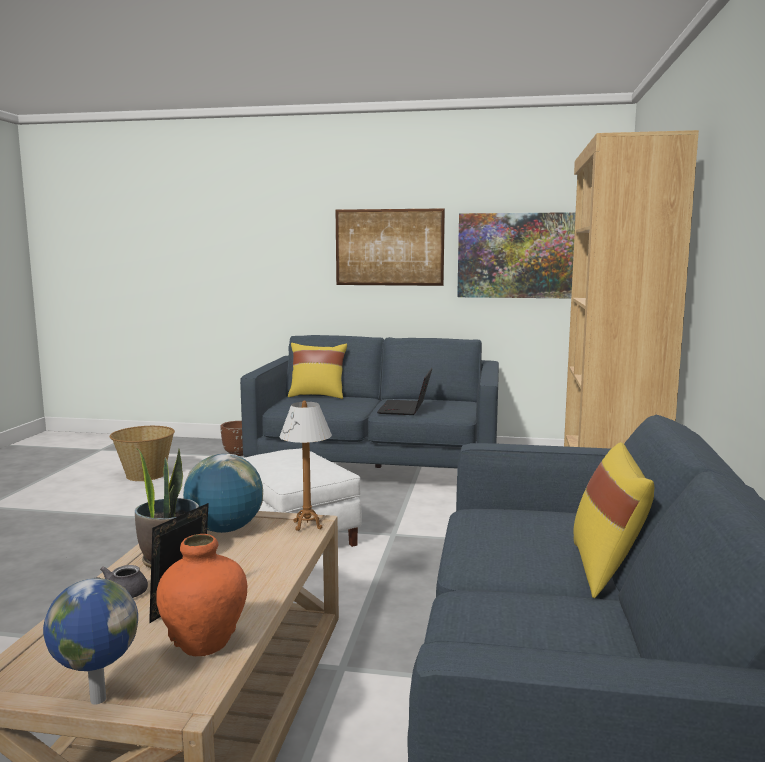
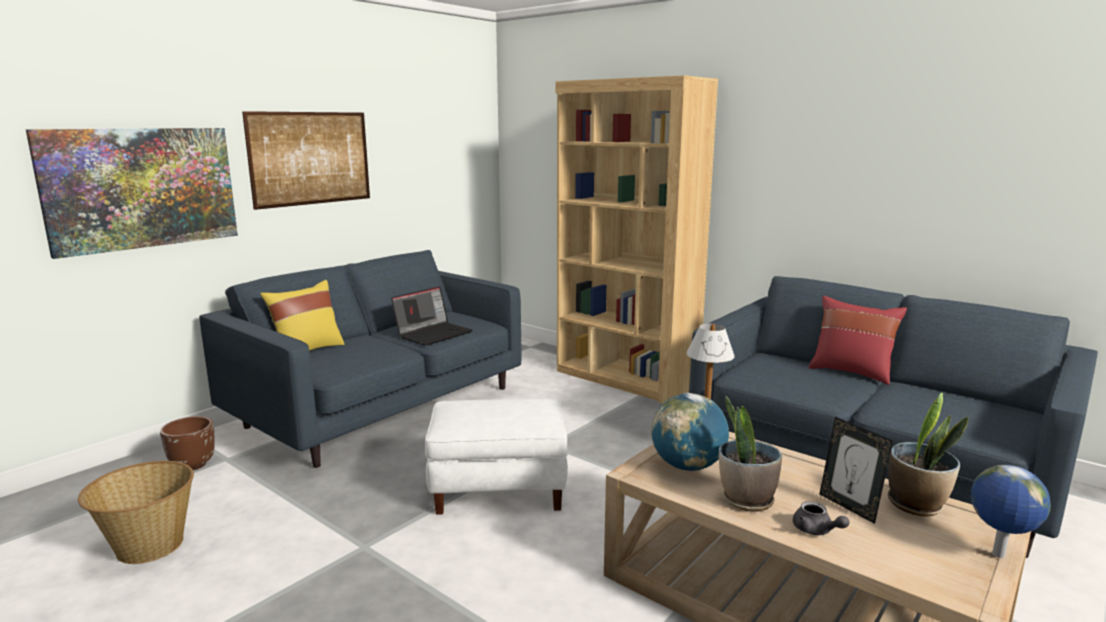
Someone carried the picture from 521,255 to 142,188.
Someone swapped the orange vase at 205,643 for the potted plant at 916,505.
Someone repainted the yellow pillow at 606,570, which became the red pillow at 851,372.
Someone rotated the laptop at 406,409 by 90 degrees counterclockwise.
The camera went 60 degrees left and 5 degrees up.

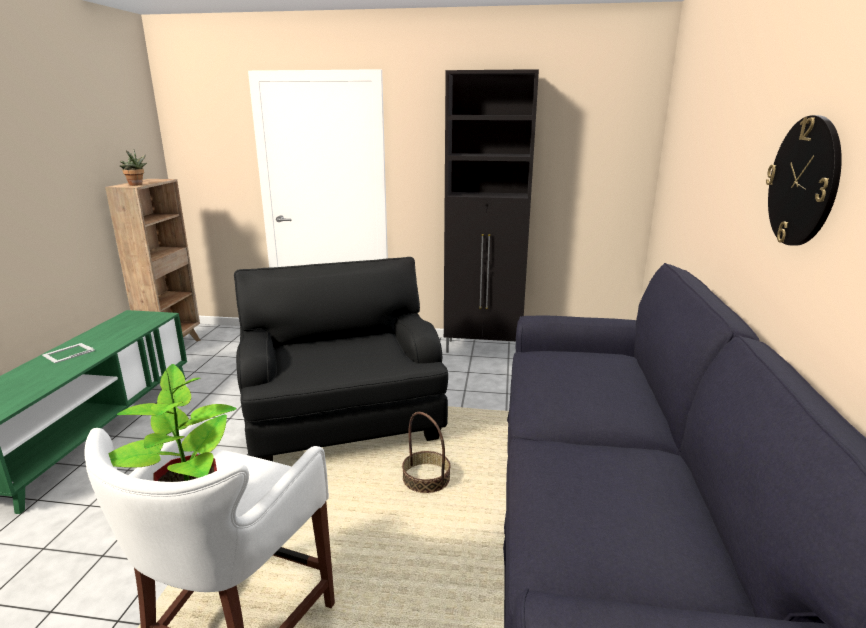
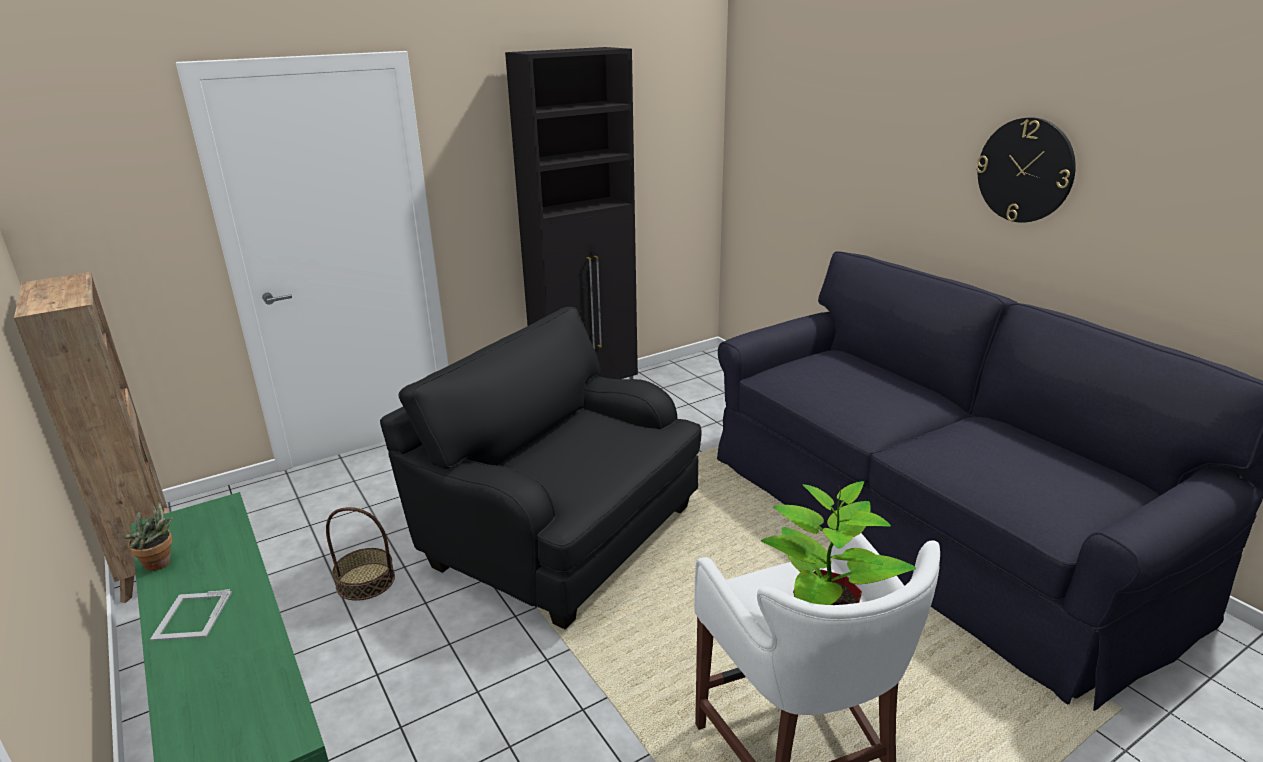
Someone carried the potted plant from 136,185 to 161,563.
Someone carried the basket from 426,479 to 365,581.
The camera went 40 degrees left and 5 degrees up.

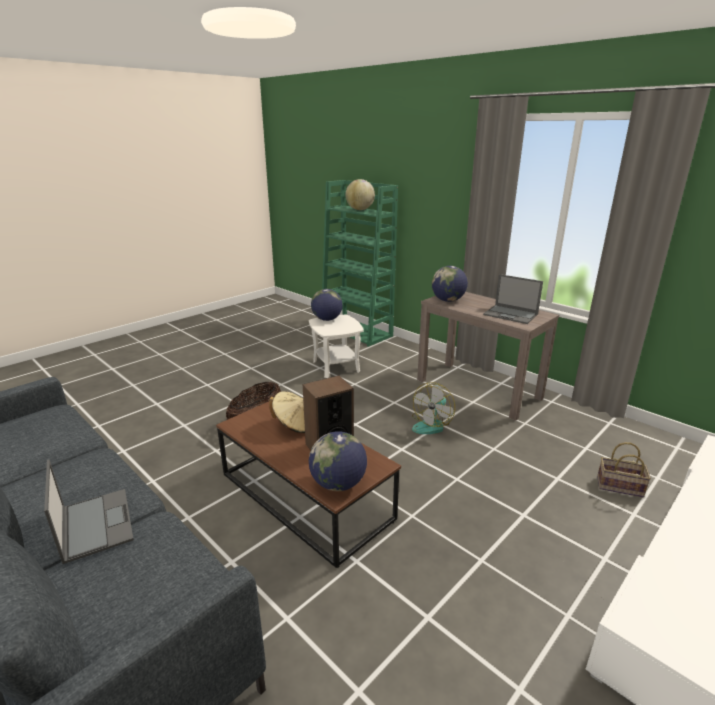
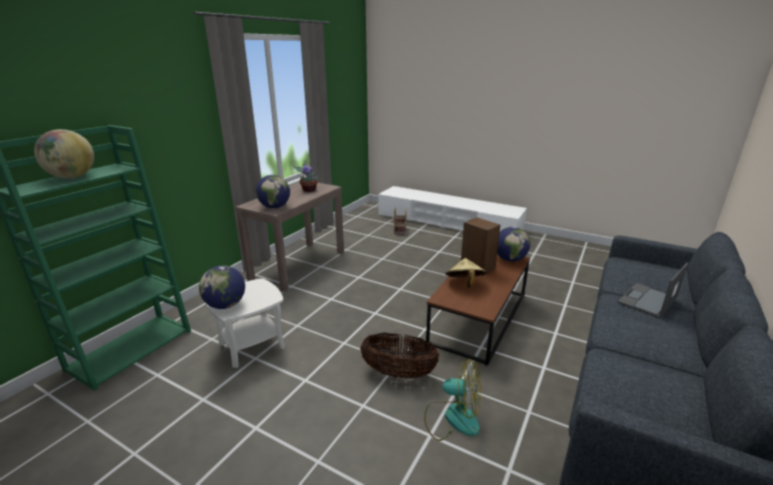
Someone carried the fan from 431,424 to 452,418.
Someone swapped the laptop at 511,314 for the potted plant at 308,190.
The camera went 105 degrees left and 0 degrees up.

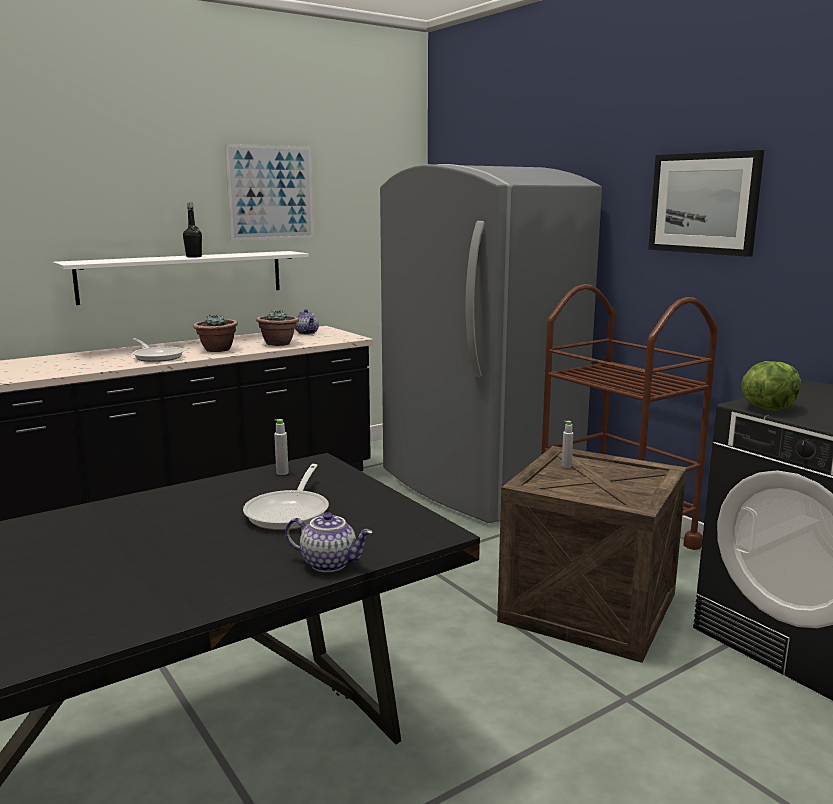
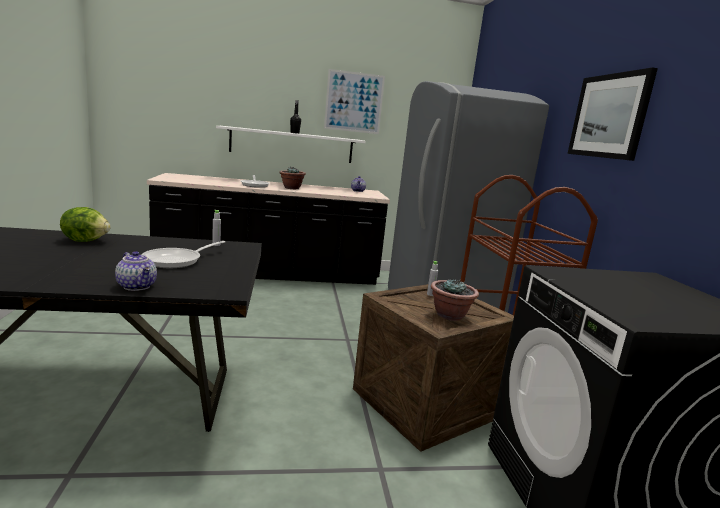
Someone carried the potted plant from 278,344 to 450,315.
Someone carried the lettuce from 768,408 to 86,240.
The camera went 25 degrees right and 0 degrees up.

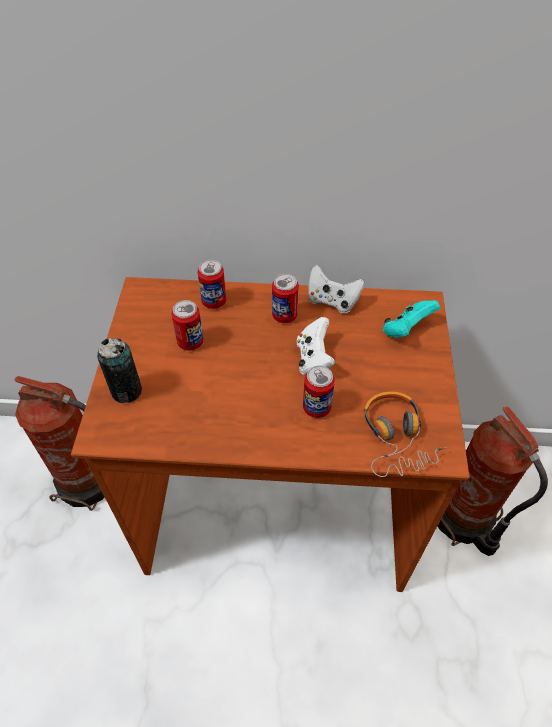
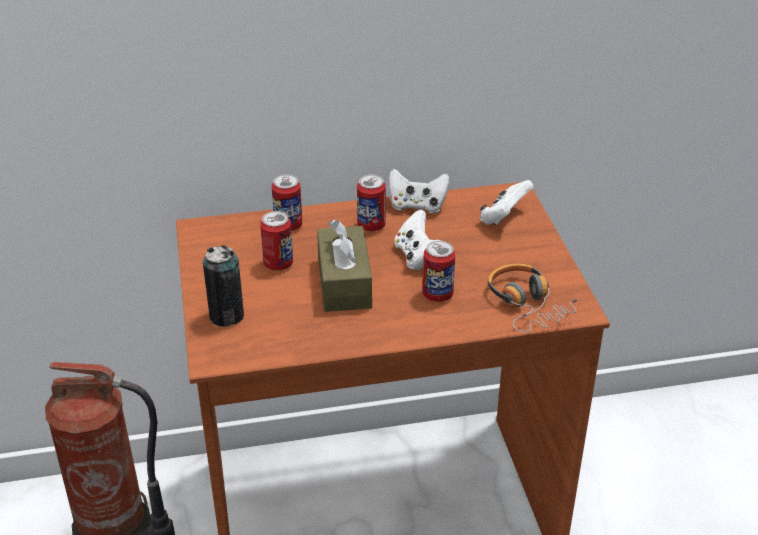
Someone took away the fire extinguisher at 463,520.
Someone put down the brown tissue box at 344,283.
Someone repainted the turquoise game controller at 406,330, which became the white game controller at 503,218.
The camera went 15 degrees left and 15 degrees down.

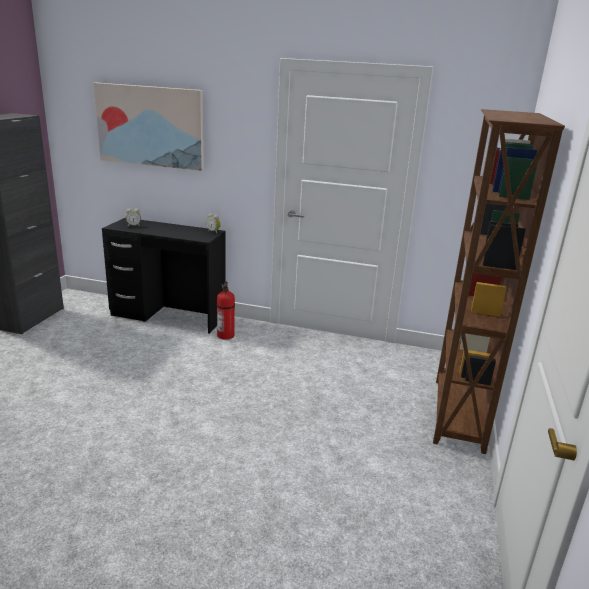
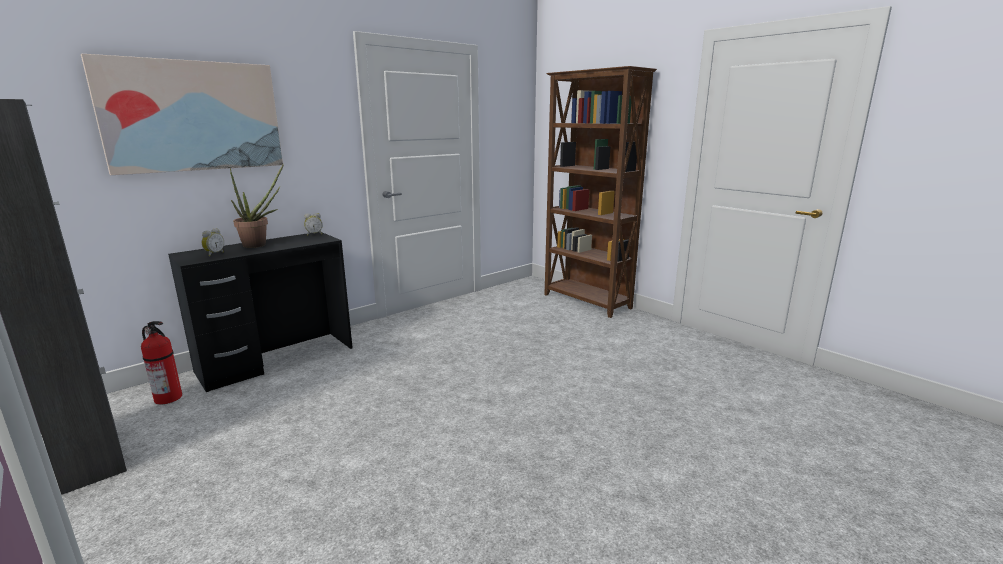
Someone put down the potted plant at 260,244.
Someone carried the fire extinguisher from 226,335 to 169,398.
The camera went 55 degrees left and 5 degrees down.

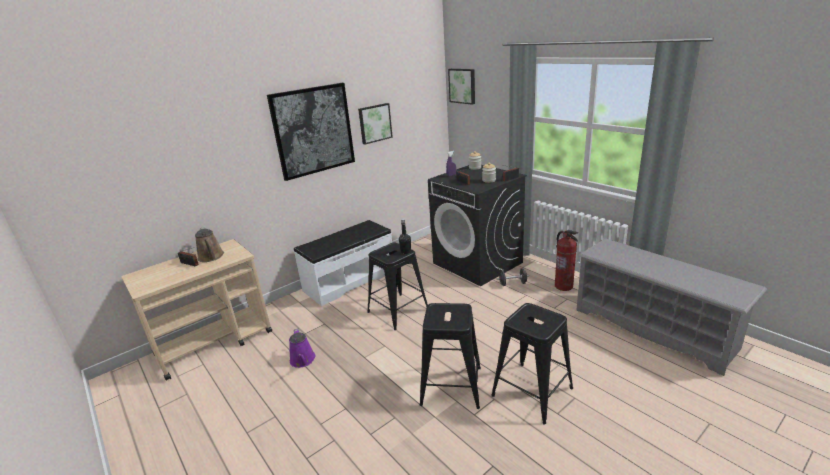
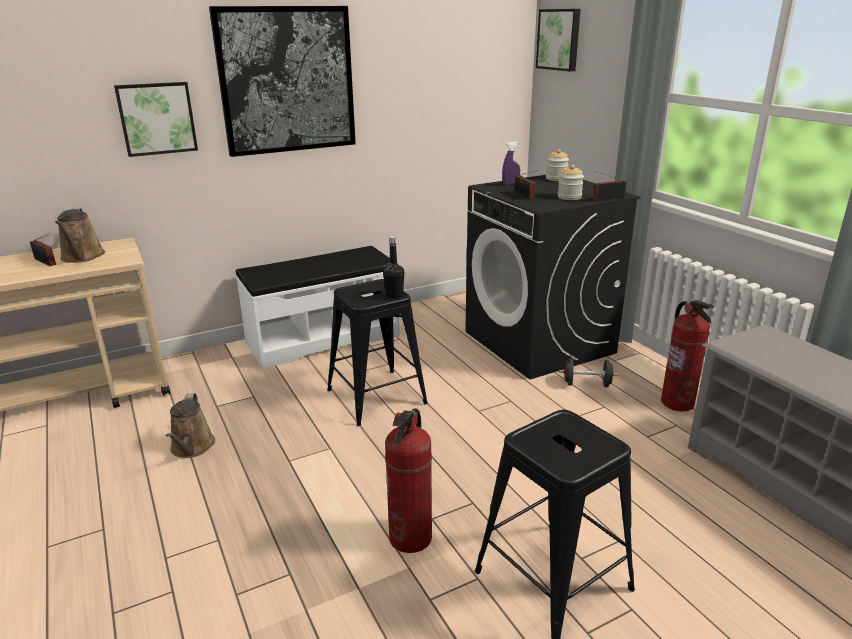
Someone carried the picture from 374,123 to 157,118.
Someone swapped the black stool at 451,385 for the fire extinguisher at 410,538.
Someone repainted the purple watering can at 303,360, which became the brown watering can at 192,448.
The camera went 10 degrees right and 0 degrees up.

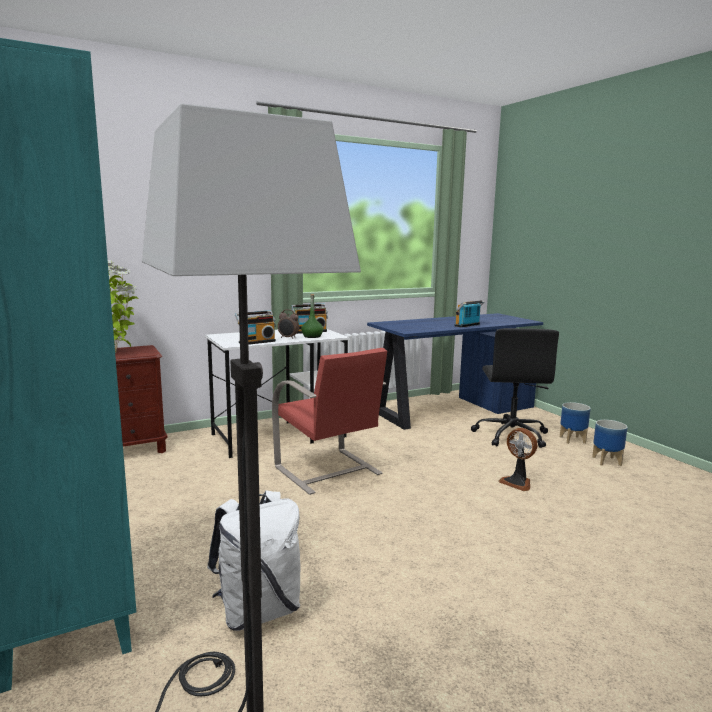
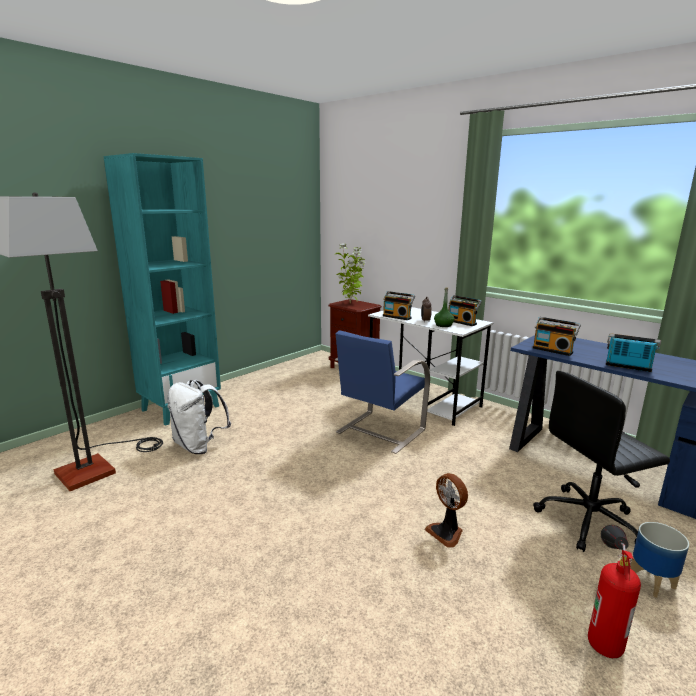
Someone put down the radio at 553,350.
Someone swapped the planter at 607,461 for the fire extinguisher at 604,620.
Someone repainted the red chair at 328,471, which became the blue chair at 379,431.
Someone rotated the fan at 517,482 by 60 degrees counterclockwise.
The camera went 70 degrees right and 5 degrees up.

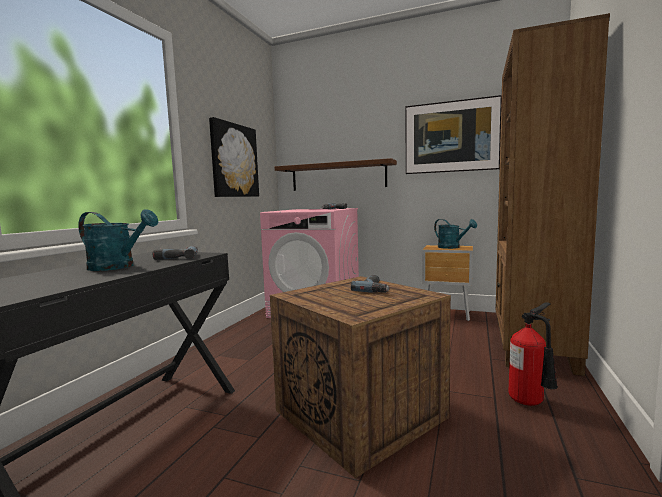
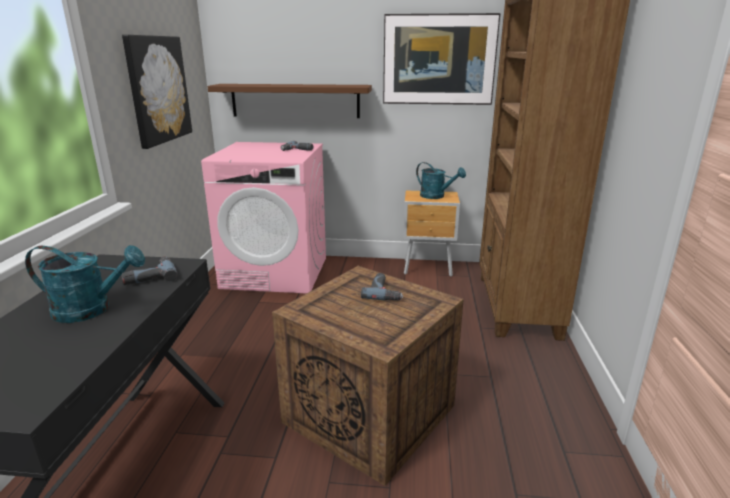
Someone took away the fire extinguisher at 531,403.
The camera went 15 degrees left and 15 degrees up.

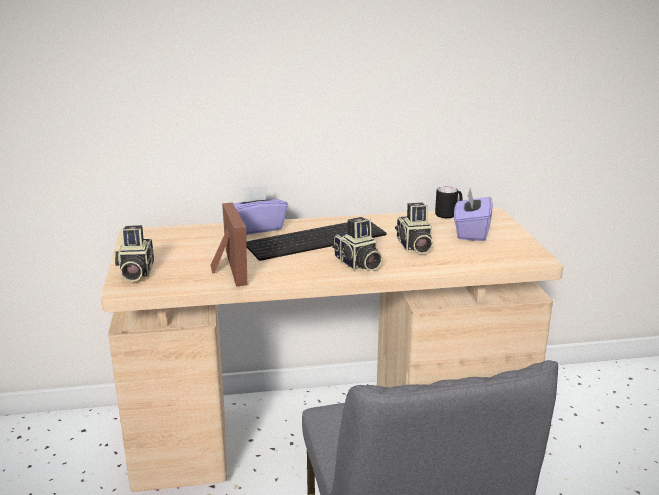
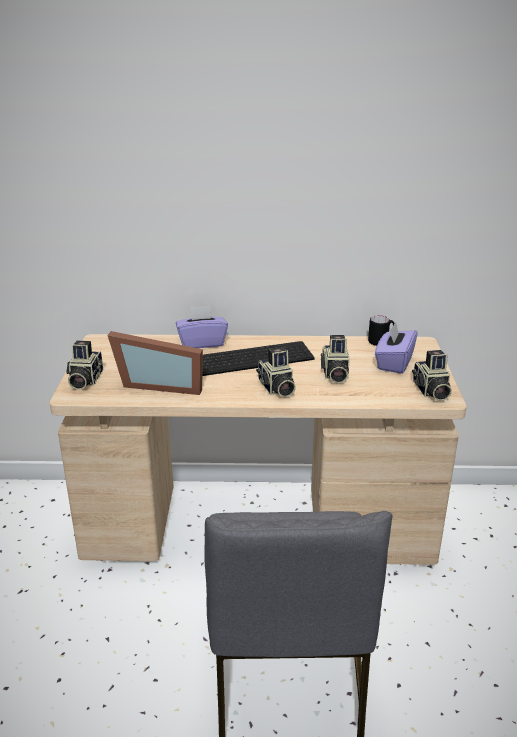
Someone put down the photo camera at 430,391.
Someone rotated the picture frame at 226,269 by 105 degrees clockwise.
The camera went 10 degrees right and 5 degrees up.

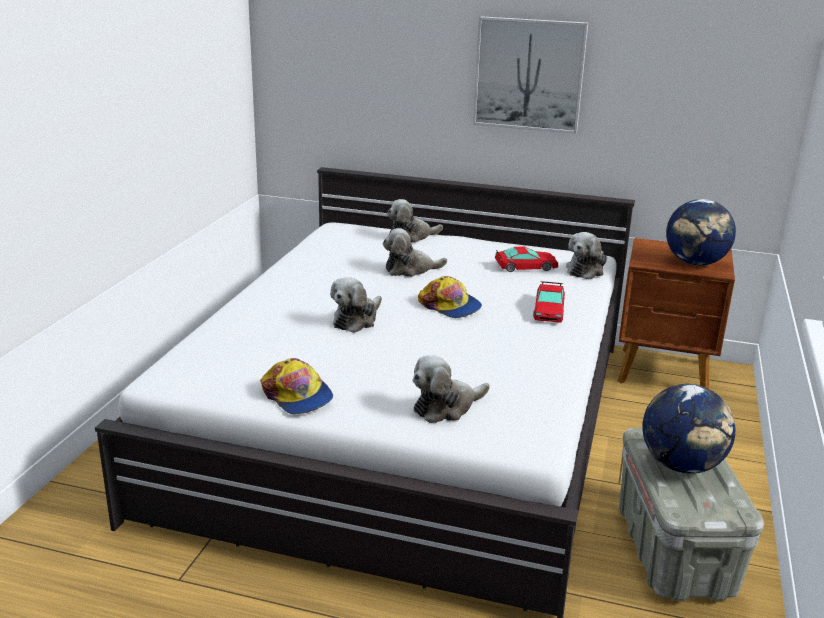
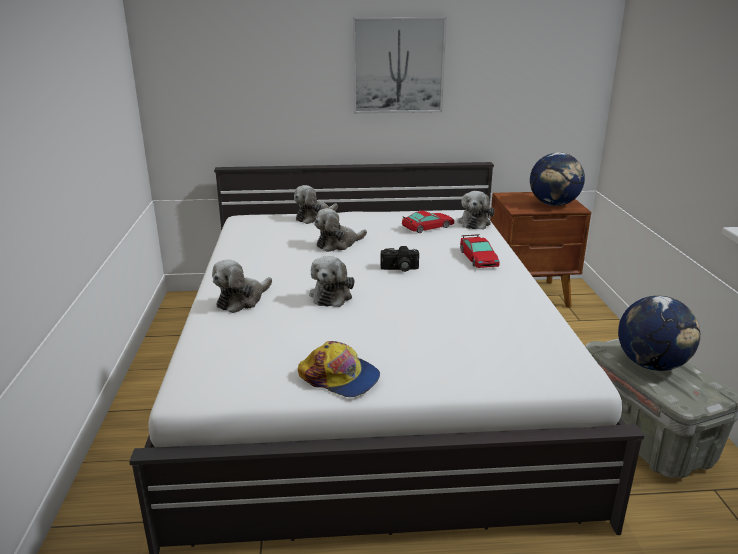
Someone carried the plush toy from 446,407 to 242,300.
Someone swapped the cap at 450,306 for the photo camera at 399,269.
The camera went 20 degrees left and 0 degrees up.

